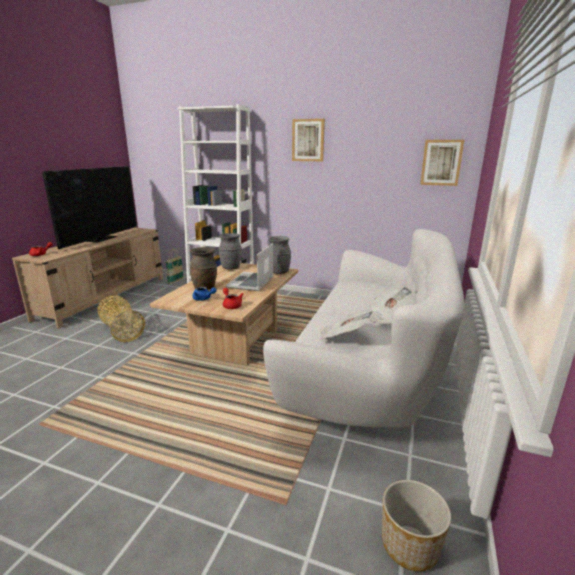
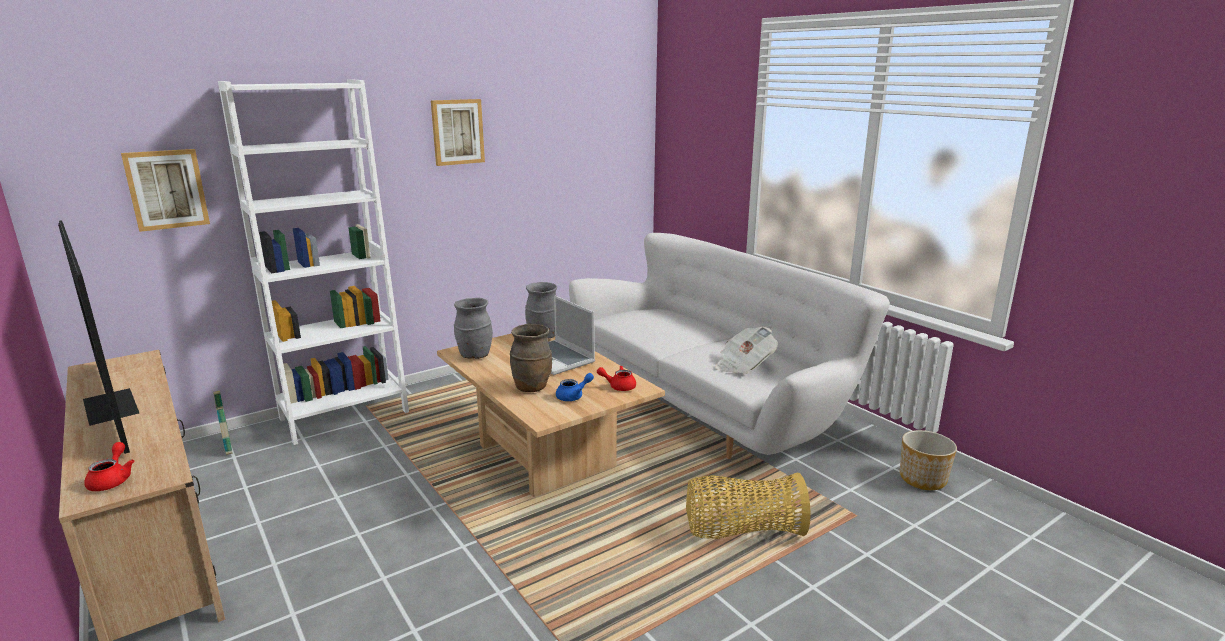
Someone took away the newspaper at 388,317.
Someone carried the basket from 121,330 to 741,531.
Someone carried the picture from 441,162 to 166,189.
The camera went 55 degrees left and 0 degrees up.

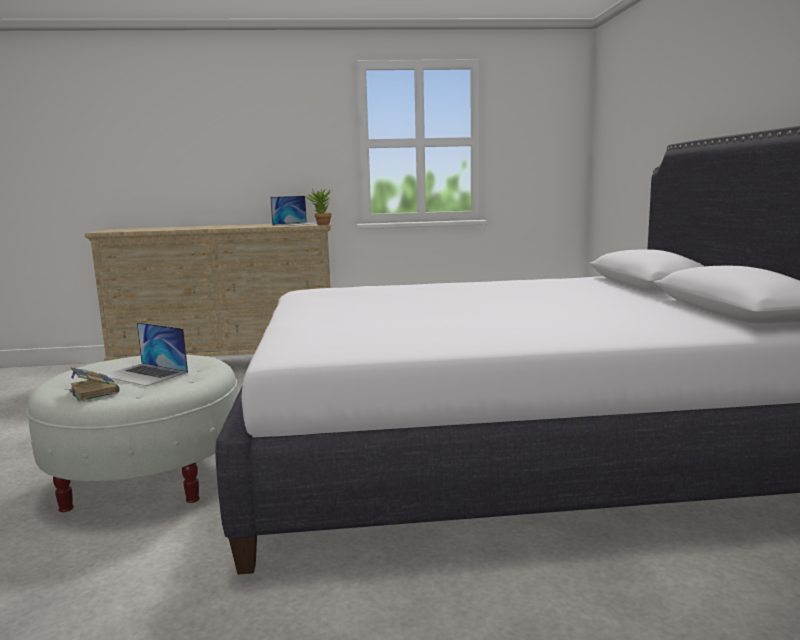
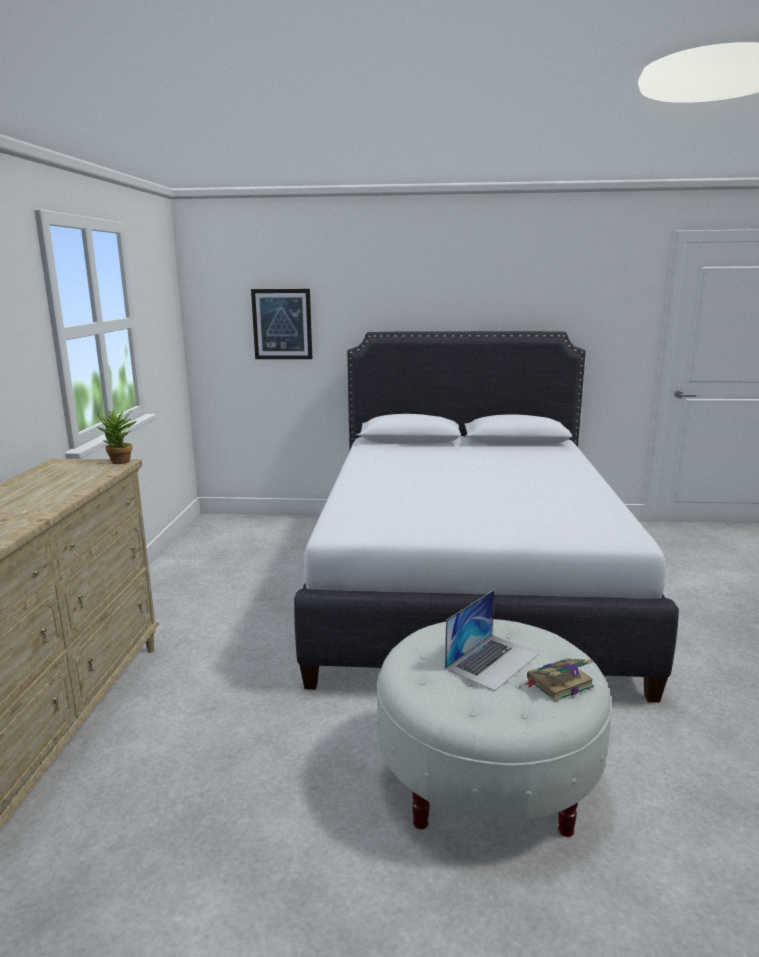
Someone took away the laptop at 298,224.
Someone put up the picture at 282,324.
The camera went 80 degrees left and 5 degrees up.

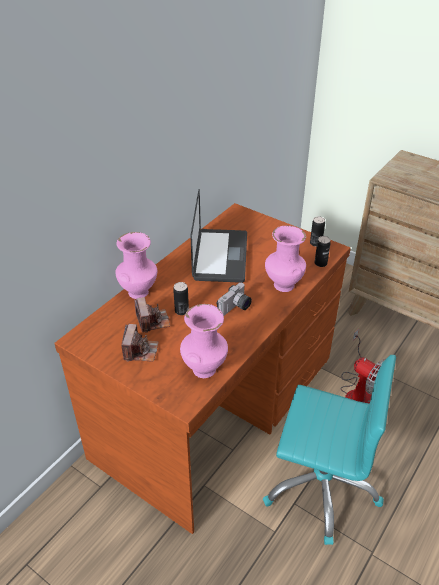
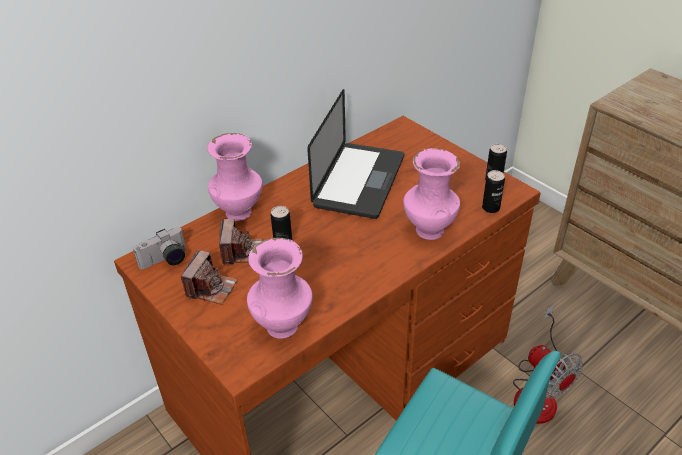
Someone carried the photo camera from 235,308 to 165,261.
The camera went 15 degrees right and 0 degrees up.

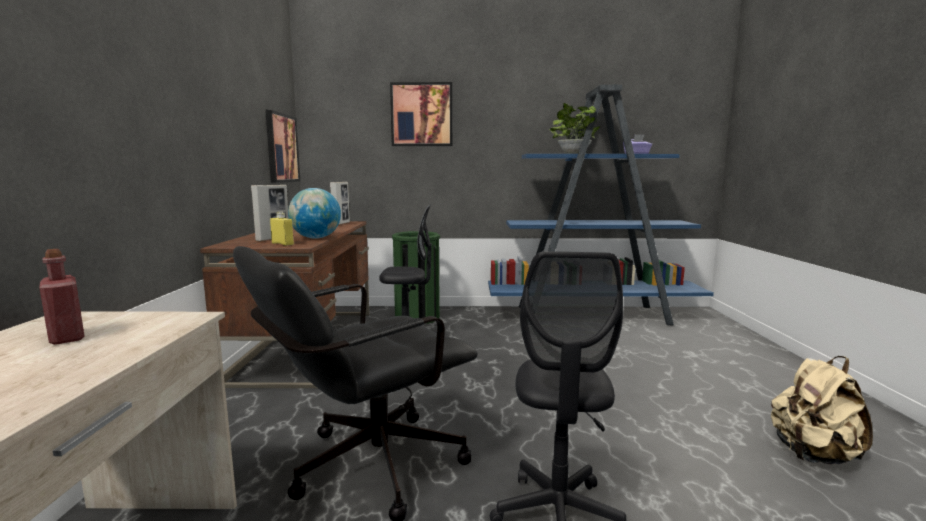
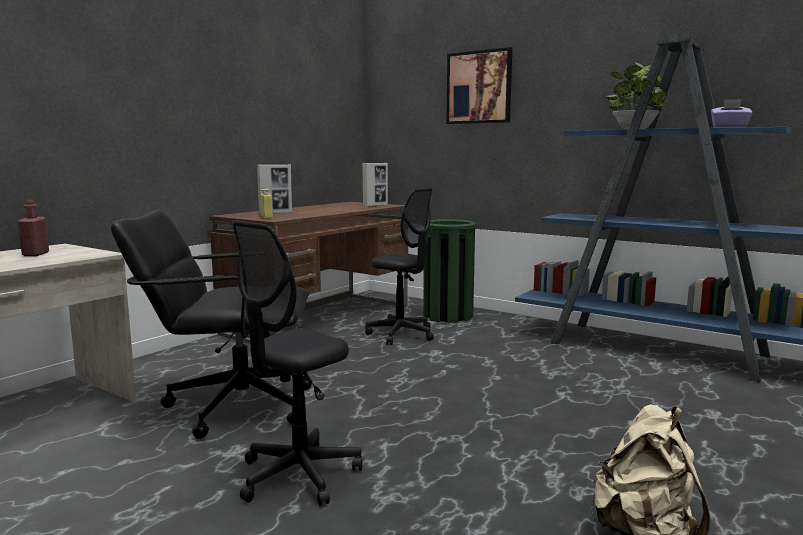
Someone took away the picture at 281,148.
Someone took away the globe at 316,238.
The camera went 35 degrees right and 0 degrees up.

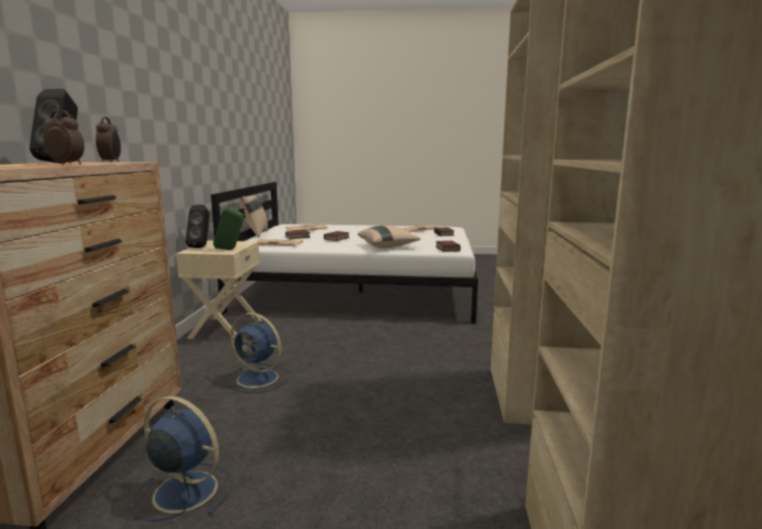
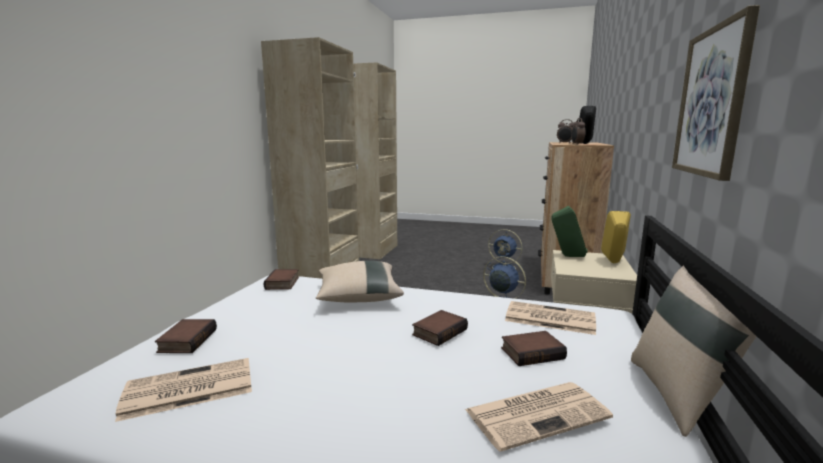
Someone put up the picture at 712,102.
Someone repainted the black speaker at 201,247, which became the yellow speaker at 613,263.
The camera went 170 degrees left and 0 degrees up.

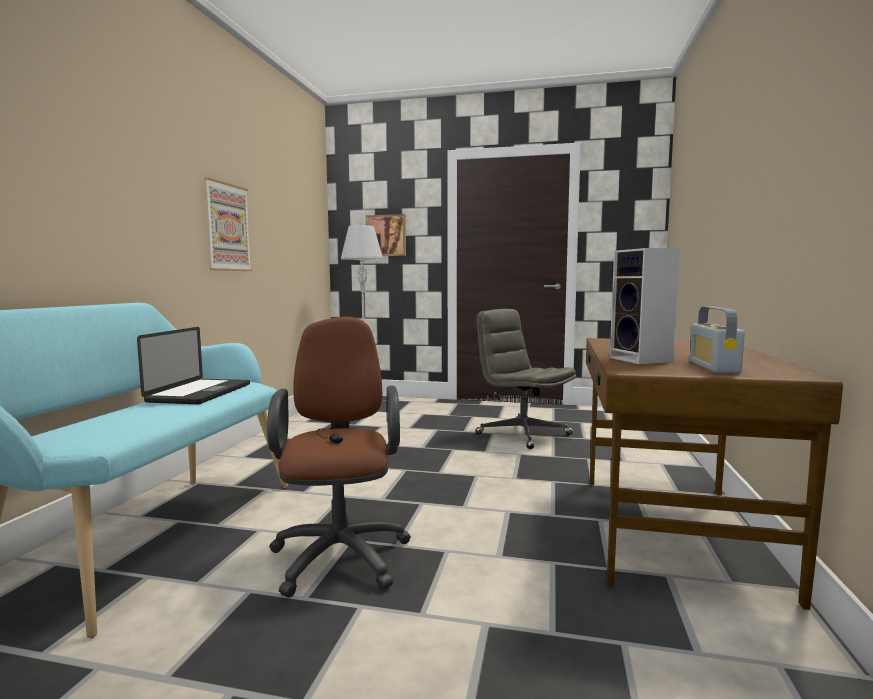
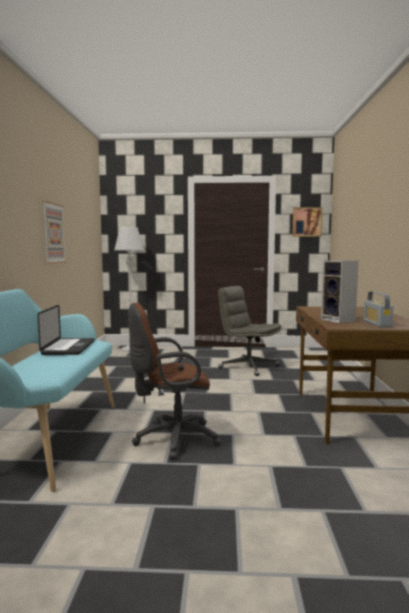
Someone carried the picture from 386,235 to 306,222.
Someone rotated the brown office chair at 341,553 by 90 degrees counterclockwise.
The camera went 10 degrees left and 0 degrees up.

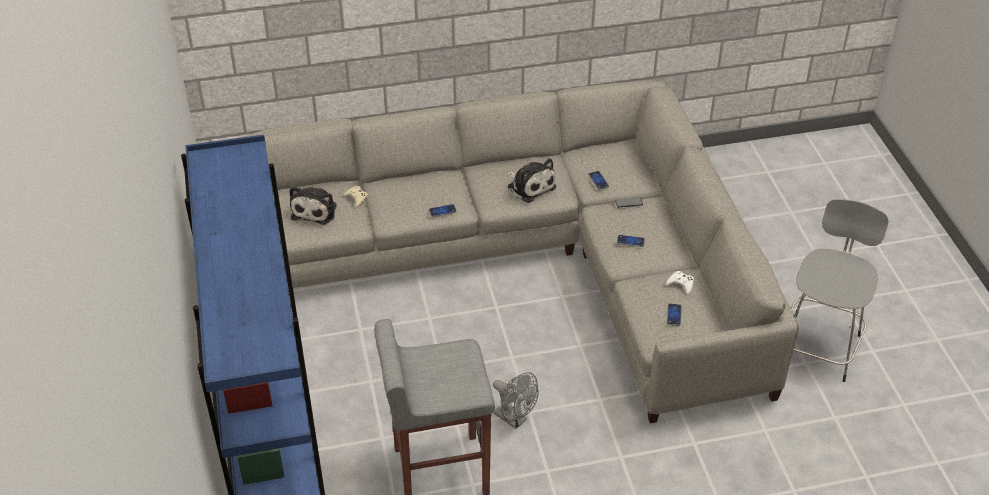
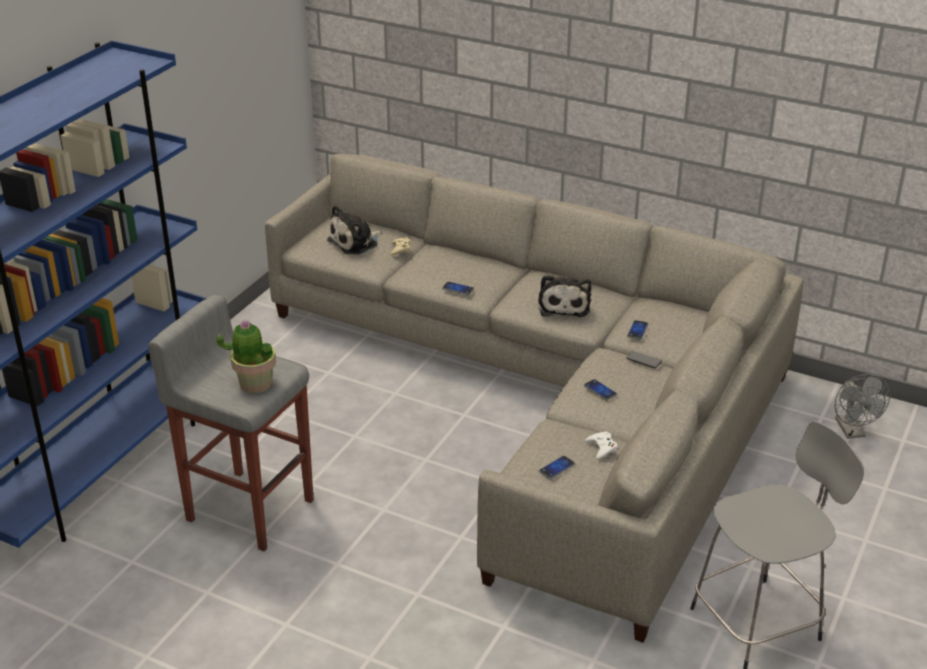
Someone put down the potted plant at 255,383.
Someone carried the grey fan from 514,419 to 852,432.
The camera went 40 degrees right and 10 degrees down.

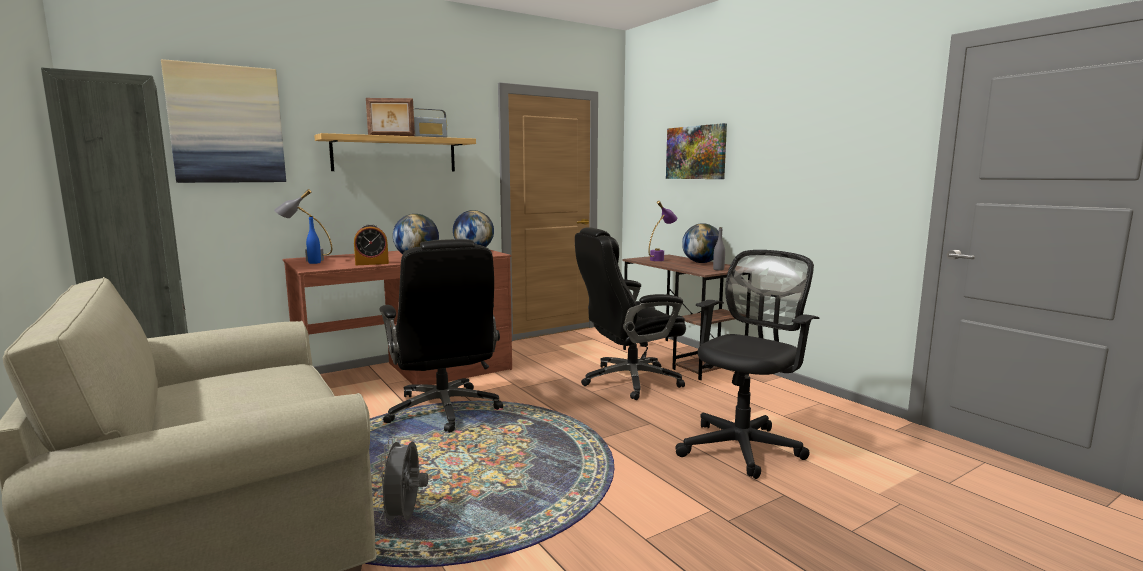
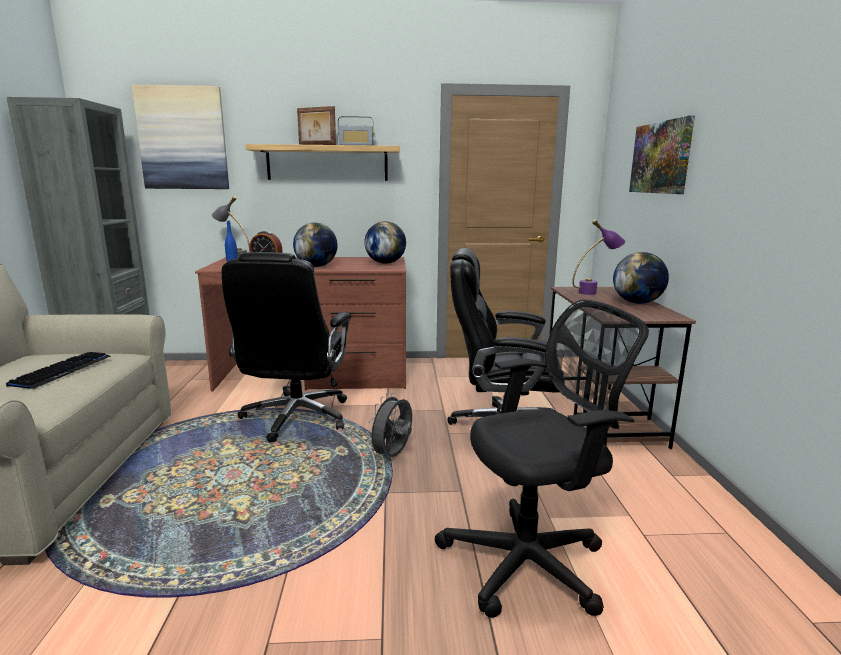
Someone took away the grey bottle at 718,269.
Someone put down the keyboard at 62,371.
Someone carried the grey fan from 404,518 to 393,456.
The camera went 30 degrees right and 5 degrees up.

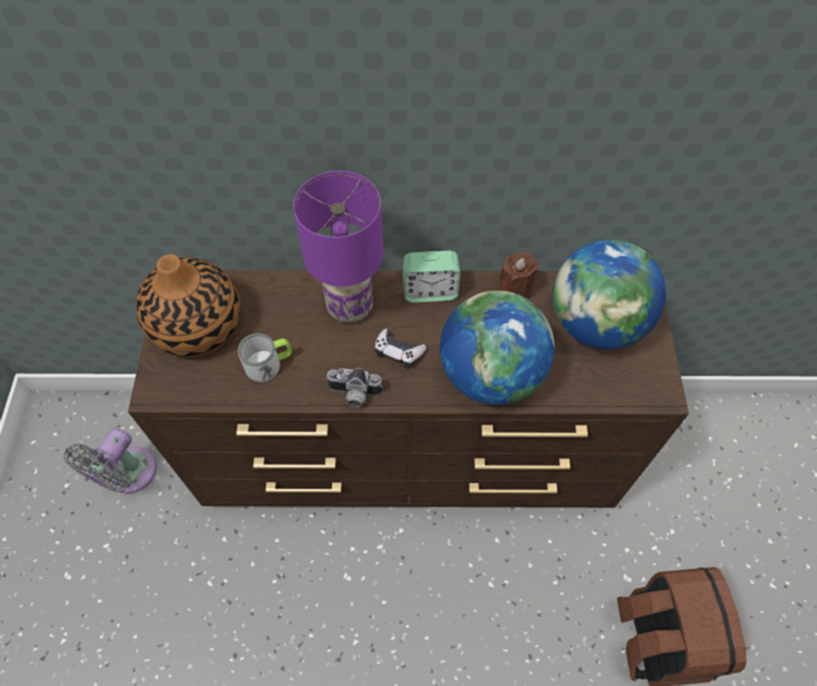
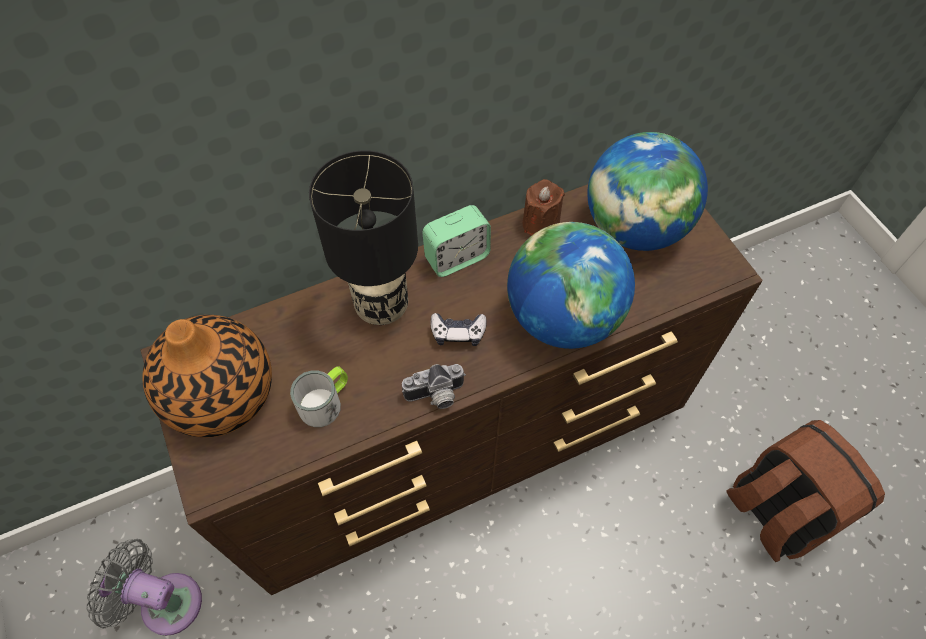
Someone repainted the purple table lamp at 351,307, which became the black table lamp at 383,305.
Someone rotated the grey fan at 128,475 by 105 degrees clockwise.
The camera went 25 degrees left and 0 degrees up.

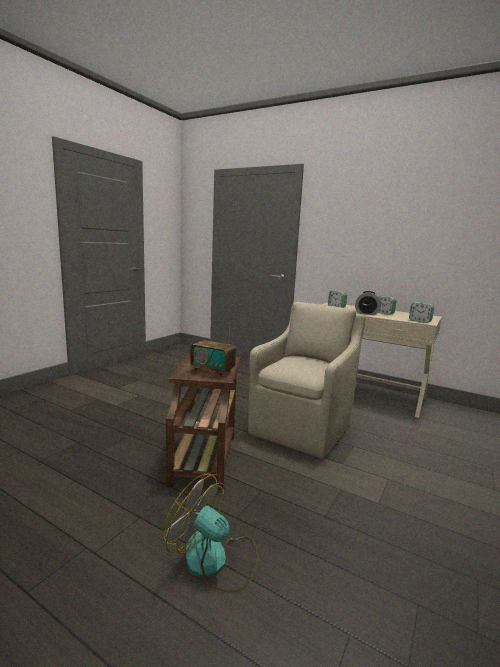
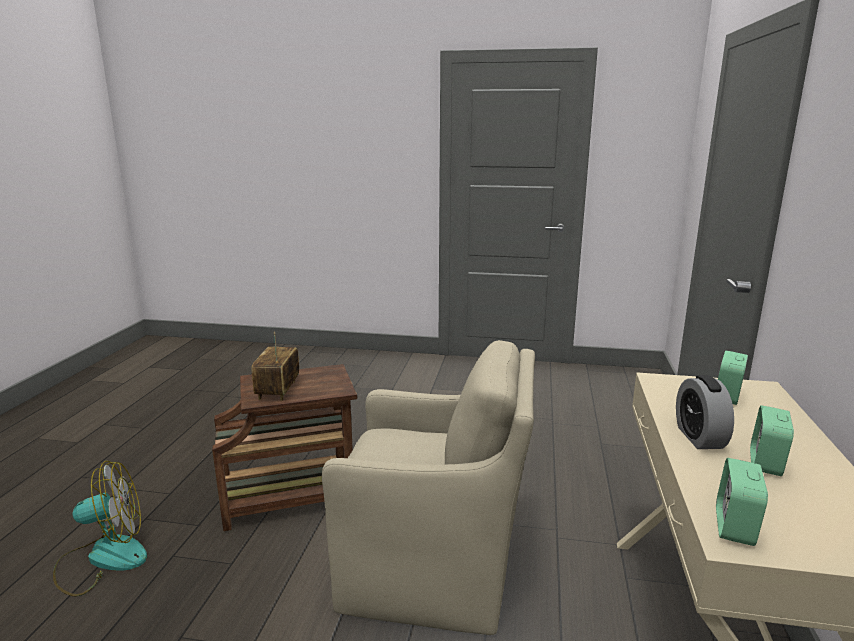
Someone rotated the fan at 215,561 by 60 degrees clockwise.
The camera went 70 degrees right and 5 degrees up.

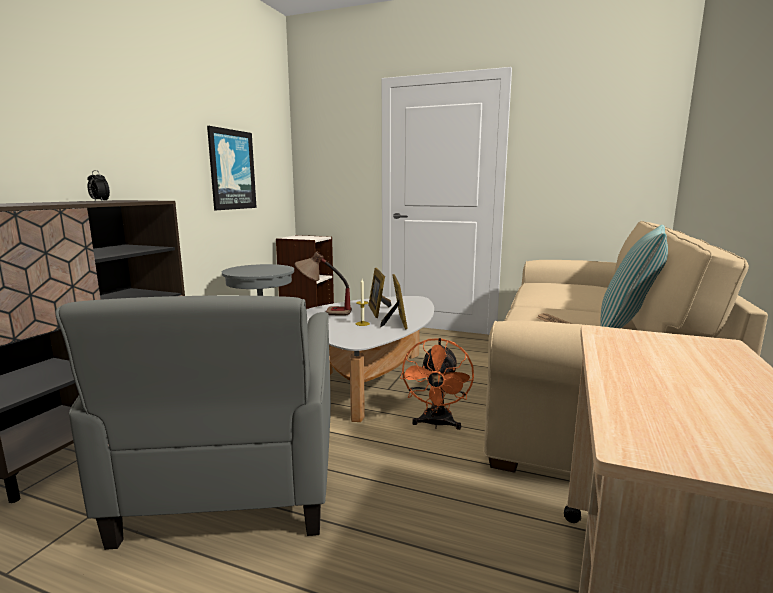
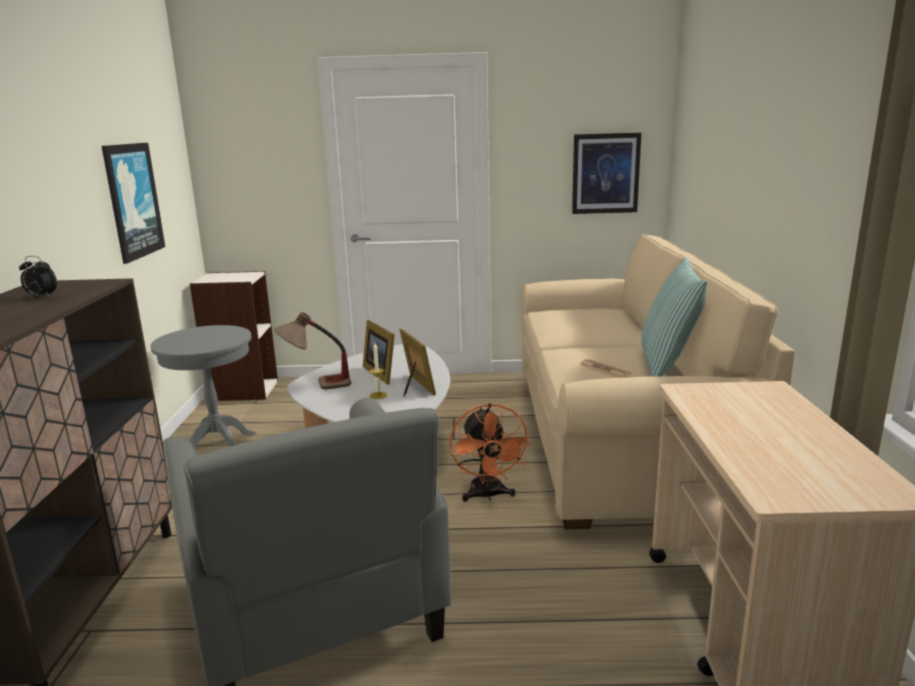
Someone put up the picture at 605,173.
The camera went 20 degrees left and 5 degrees up.

